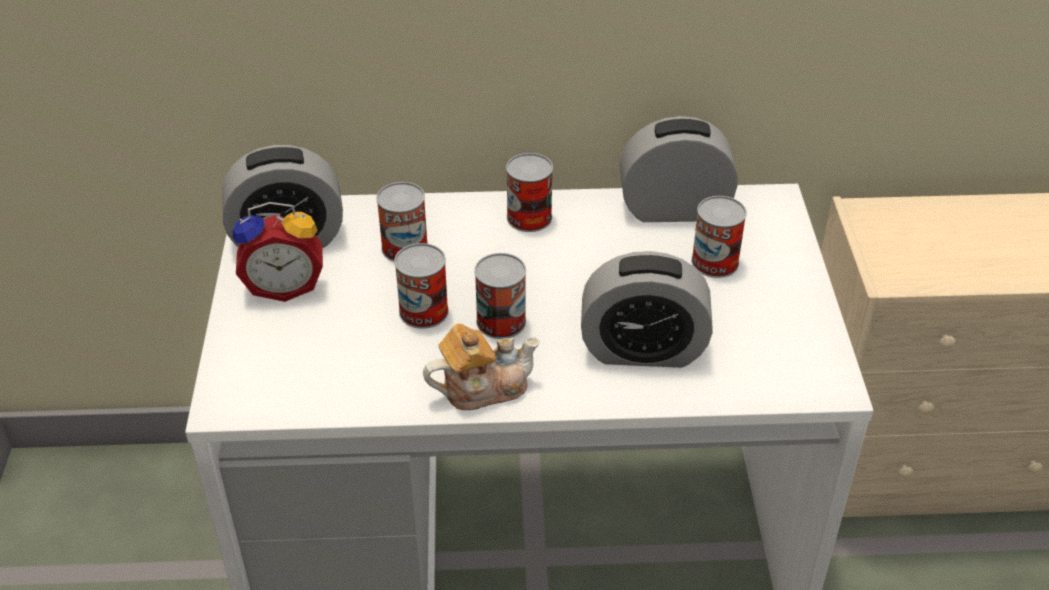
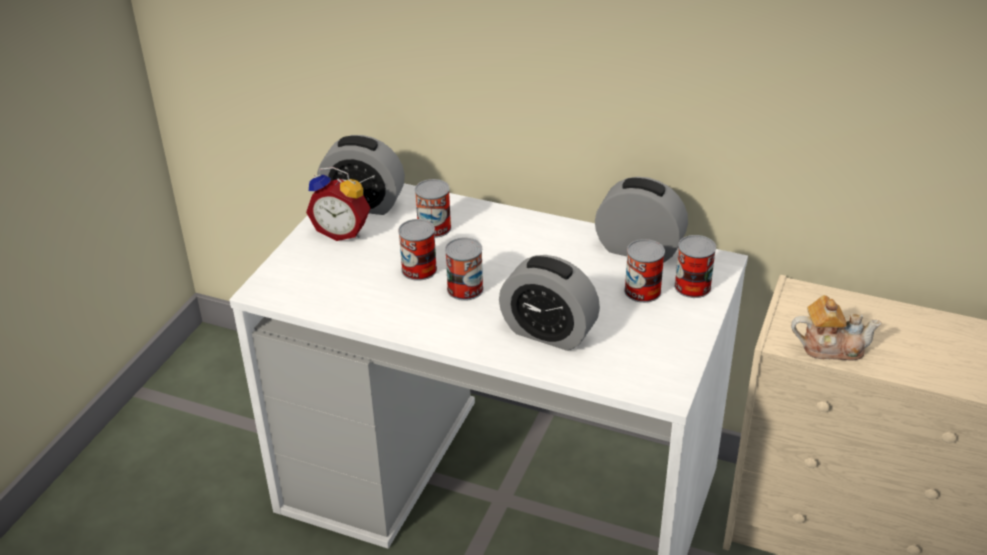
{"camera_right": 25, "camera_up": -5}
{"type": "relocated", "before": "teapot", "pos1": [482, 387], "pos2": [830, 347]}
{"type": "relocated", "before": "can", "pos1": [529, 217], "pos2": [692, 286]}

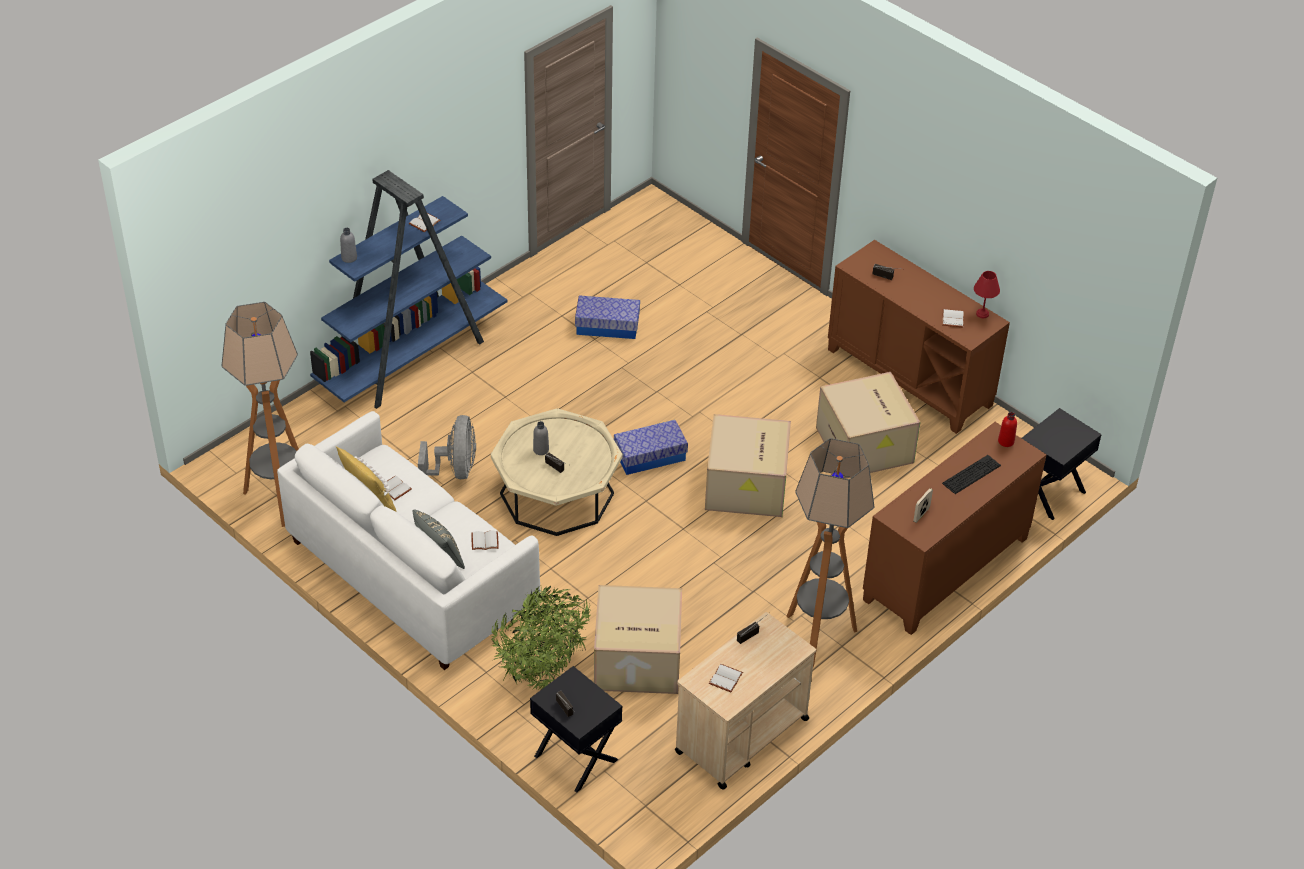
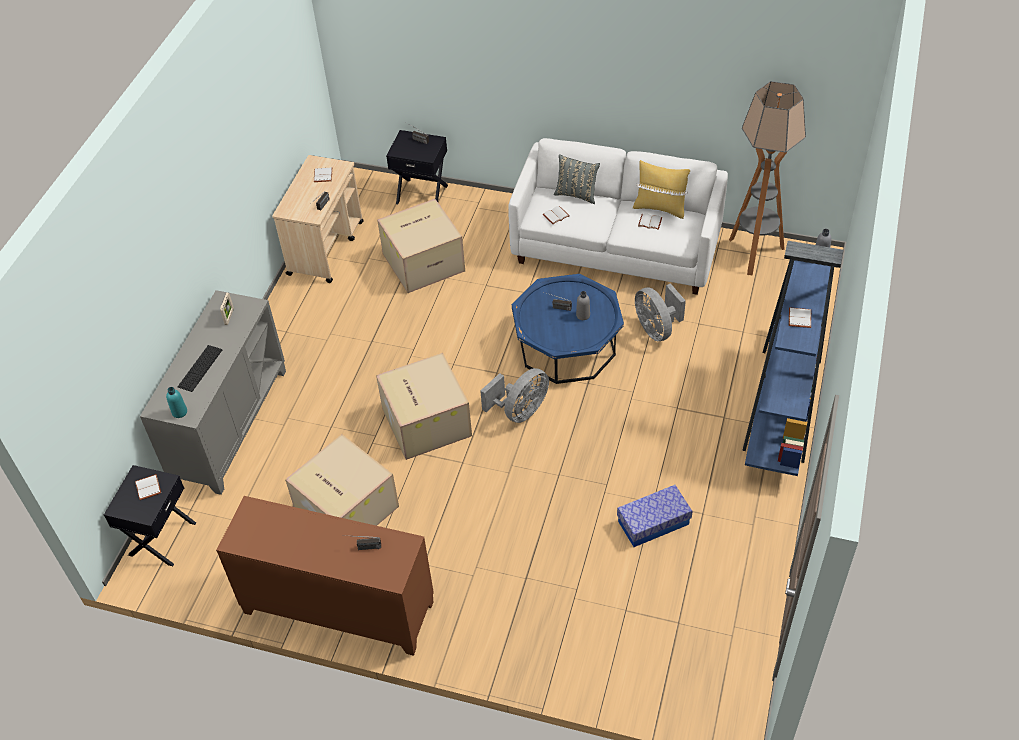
{"camera_right": 155, "camera_up": 5}
{"type": "missing", "before": "potted plant", "pos1": [542, 672]}
{"type": "colour", "before": "beige coffee table", "after": "blue coffee table", "pos1": [557, 494], "pos2": [567, 347]}
{"type": "exchanged", "before": "storage box", "after": "grey fan", "pos1": [650, 456], "pos2": [520, 411]}
{"type": "missing", "before": "floor lamp", "pos1": [818, 636]}
{"type": "colour", "before": "brown cabinet", "after": "grey cabinet", "pos1": [946, 569], "pos2": [229, 425]}
{"type": "relocated", "before": "white book", "pos1": [952, 318], "pos2": [149, 487]}
{"type": "missing", "before": "red table lamp", "pos1": [981, 314]}
{"type": "colour", "before": "red bottle", "after": "turquoise bottle", "pos1": [1006, 441], "pos2": [179, 412]}

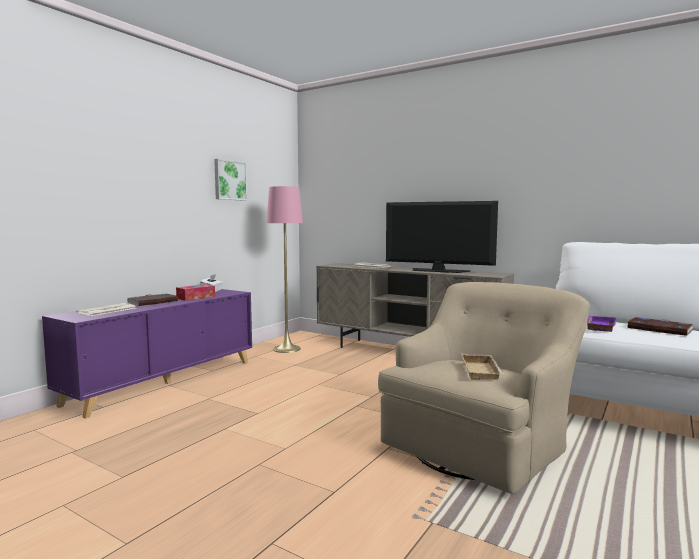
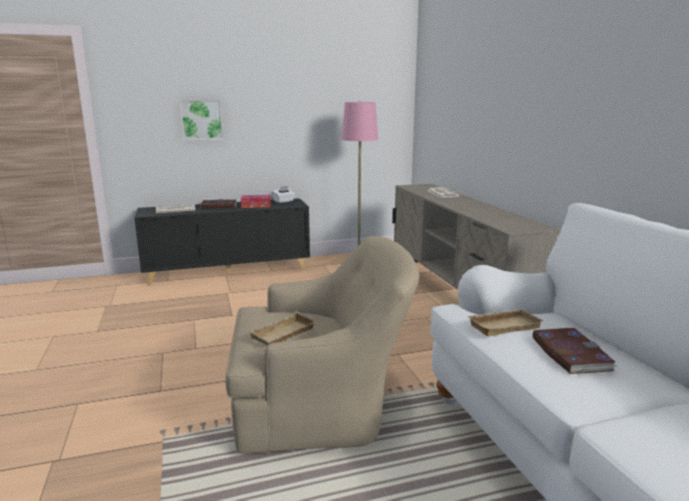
{"camera_right": 40, "camera_up": 10}
{"type": "colour", "before": "purple cabinet", "after": "black cabinet", "pos1": [165, 381], "pos2": [228, 271]}
{"type": "relocated", "before": "picture", "pos1": [229, 180], "pos2": [201, 119]}
{"type": "missing", "before": "television", "pos1": [438, 271]}
{"type": "colour", "before": "purple tray", "after": "beige tray", "pos1": [599, 326], "pos2": [503, 325]}

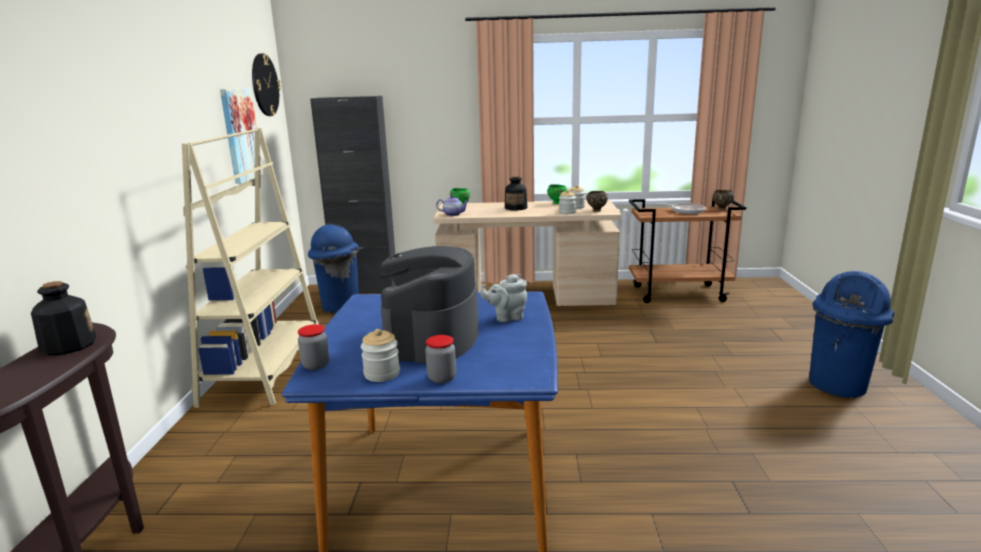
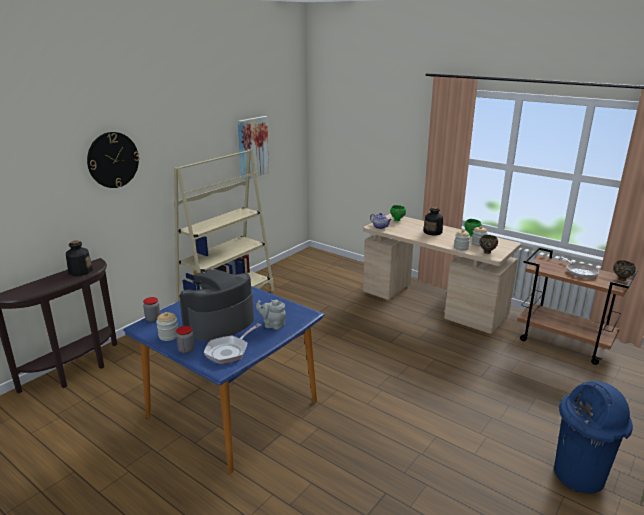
{"camera_right": 35, "camera_up": 5}
{"type": "relocated", "before": "wall clock", "pos1": [264, 85], "pos2": [113, 160]}
{"type": "missing", "before": "blue trash can", "pos1": [340, 306]}
{"type": "missing", "before": "black cabinet", "pos1": [366, 289]}
{"type": "appeared", "after": "frying pan", "pos2": [229, 351]}

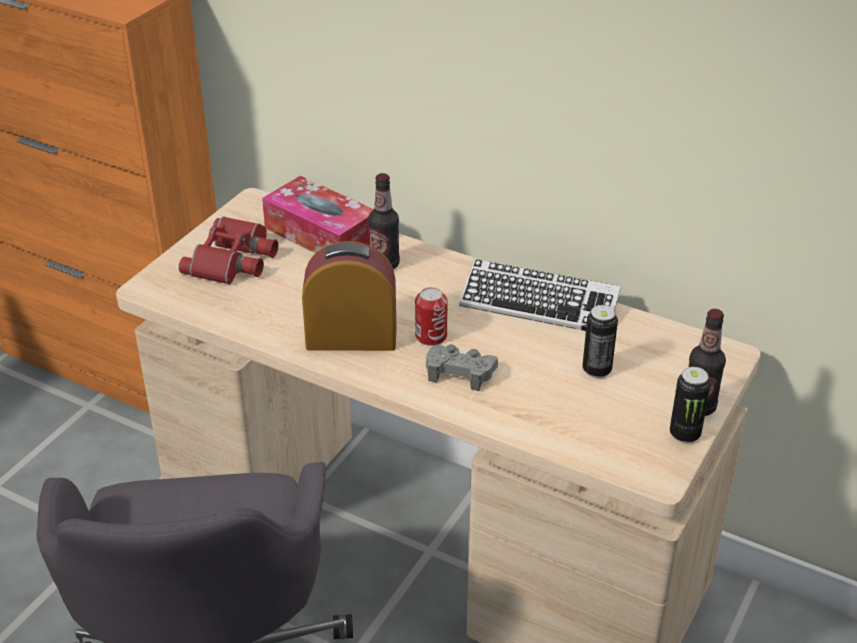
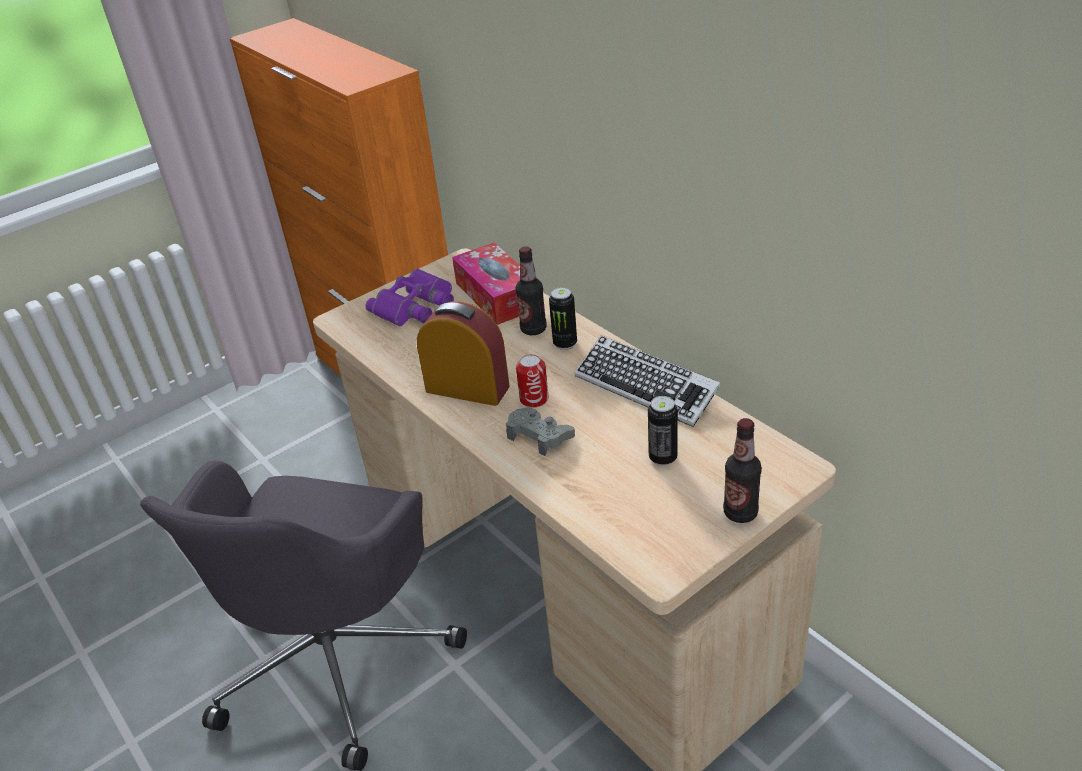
{"camera_right": 25, "camera_up": 0}
{"type": "colour", "before": "red binoculars", "after": "purple binoculars", "pos1": [234, 259], "pos2": [416, 306]}
{"type": "relocated", "before": "can", "pos1": [684, 434], "pos2": [565, 343]}

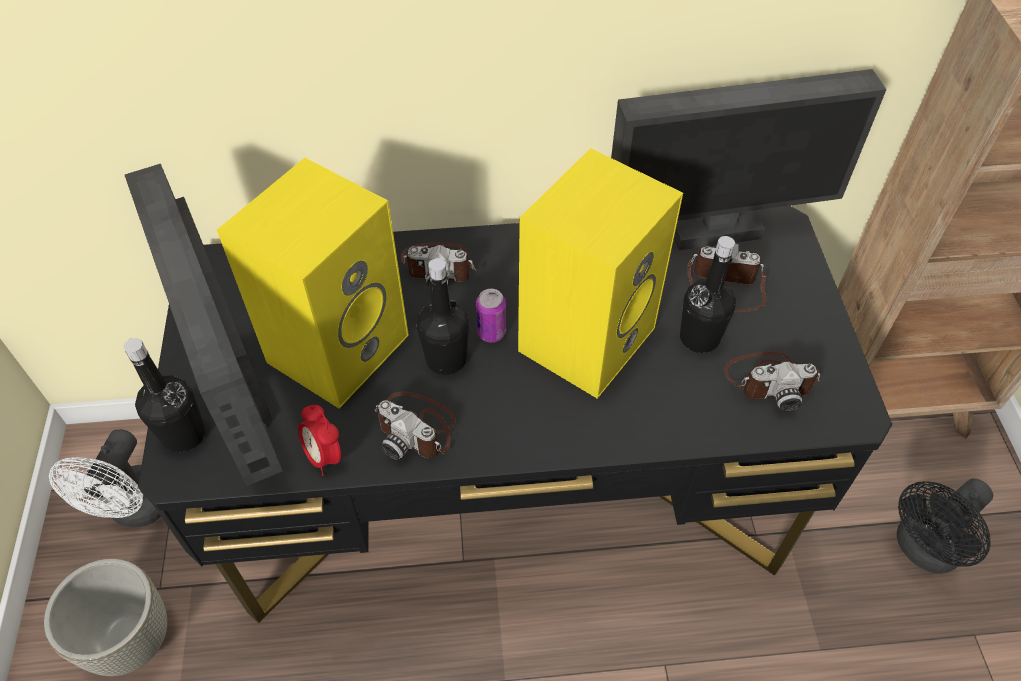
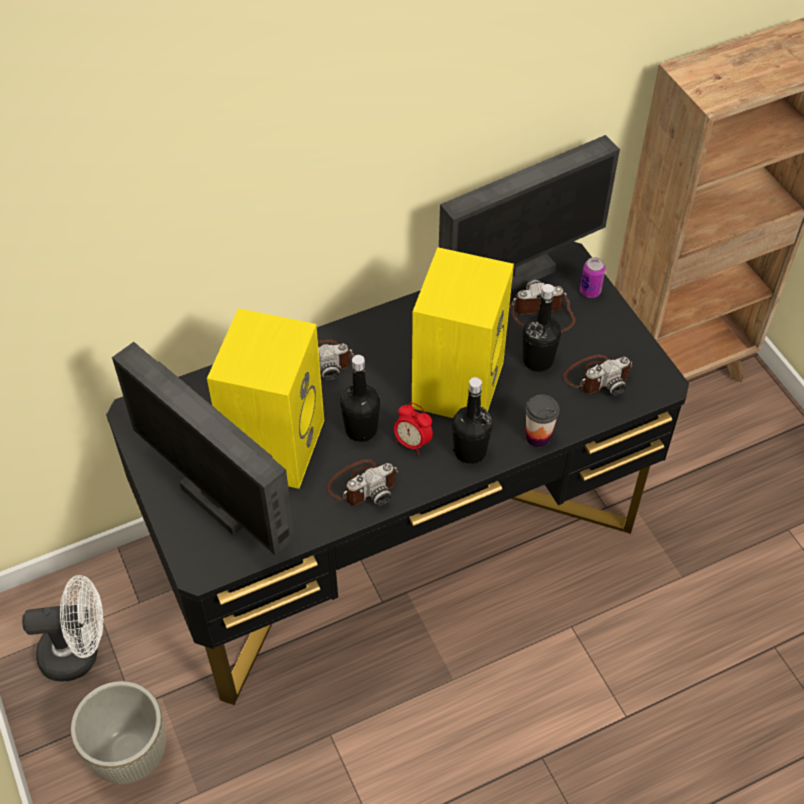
{"camera_right": -20, "camera_up": 0}
{"type": "spun", "before": "white fan", "pos1": [136, 509], "pos2": [79, 653], "turn": -90}
{"type": "relocated", "before": "black bottle", "pos1": [184, 435], "pos2": [470, 451]}
{"type": "relocated", "before": "alarm clock", "pos1": [324, 456], "pos2": [412, 443]}
{"type": "spun", "before": "photo camera", "pos1": [417, 428], "pos2": [363, 484], "turn": -45}
{"type": "relocated", "before": "can", "pos1": [491, 332], "pos2": [590, 291]}
{"type": "missing", "before": "black fan", "pos1": [922, 550]}
{"type": "appeared", "after": "cup", "pos2": [538, 437]}

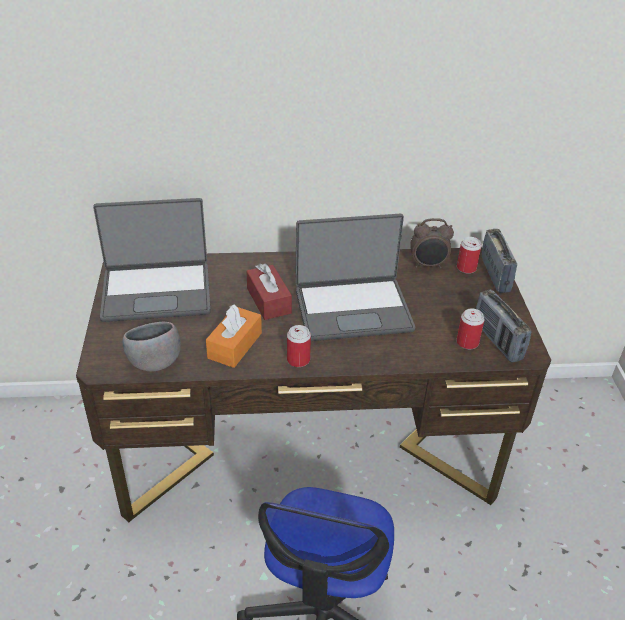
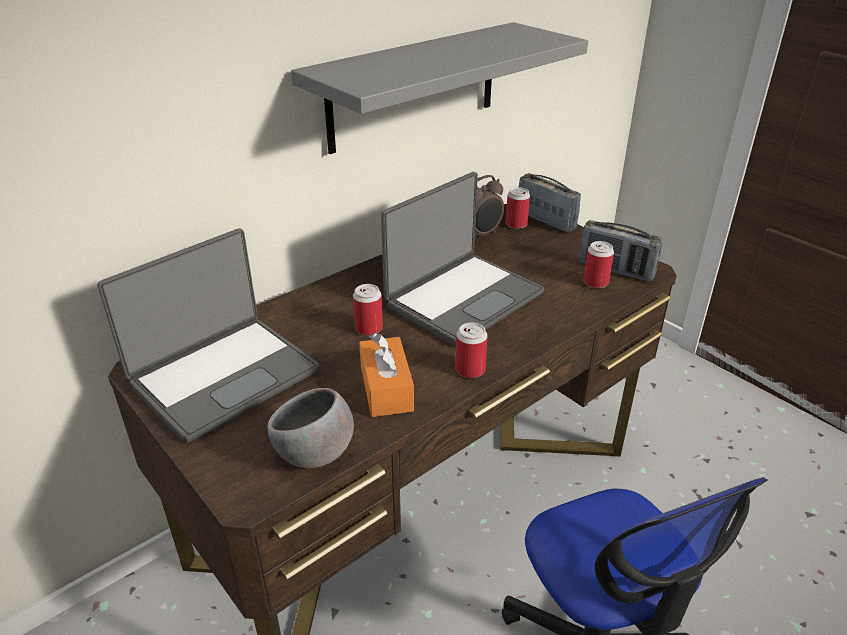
{"camera_right": -35, "camera_up": -5}
{"type": "exchanged", "before": "red tissue box", "after": "can", "pos1": [268, 301], "pos2": [368, 328]}
{"type": "appeared", "after": "grey shelf", "pos2": [414, 87]}

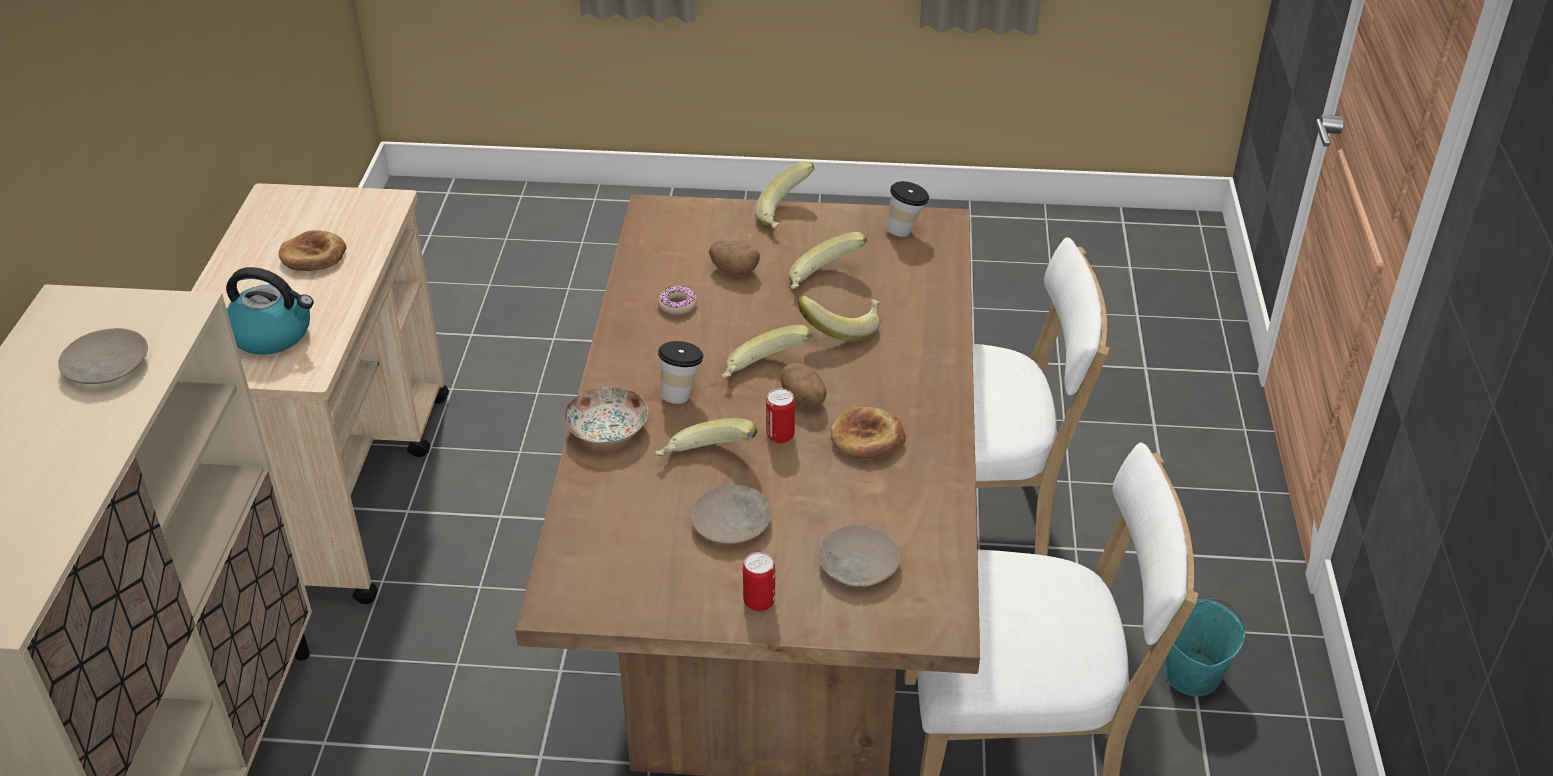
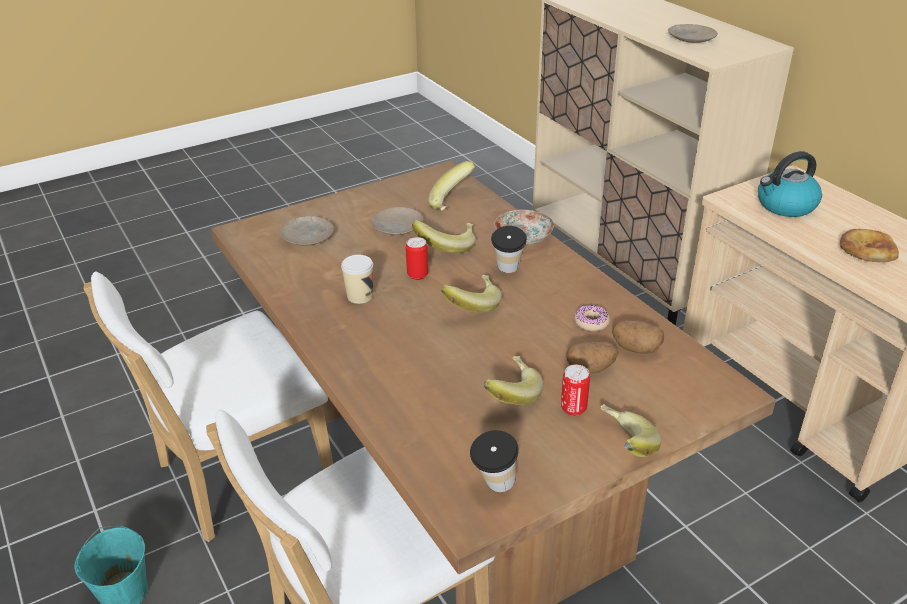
{"camera_right": 145, "camera_up": -5}
{"type": "relocated", "before": "can", "pos1": [759, 602], "pos2": [573, 408]}
{"type": "relocated", "before": "potato", "pos1": [804, 400], "pos2": [635, 348]}
{"type": "relocated", "before": "banana", "pos1": [841, 328], "pos2": [453, 203]}
{"type": "exchanged", "before": "bread", "after": "cup", "pos1": [867, 438], "pos2": [360, 296]}

